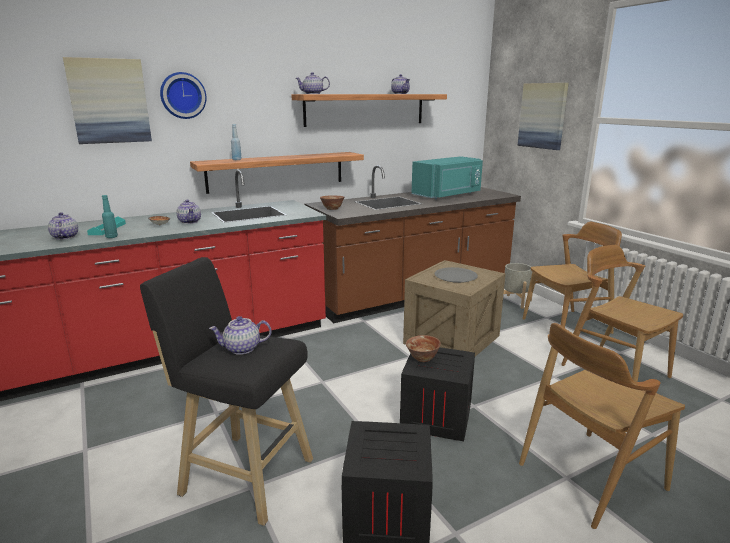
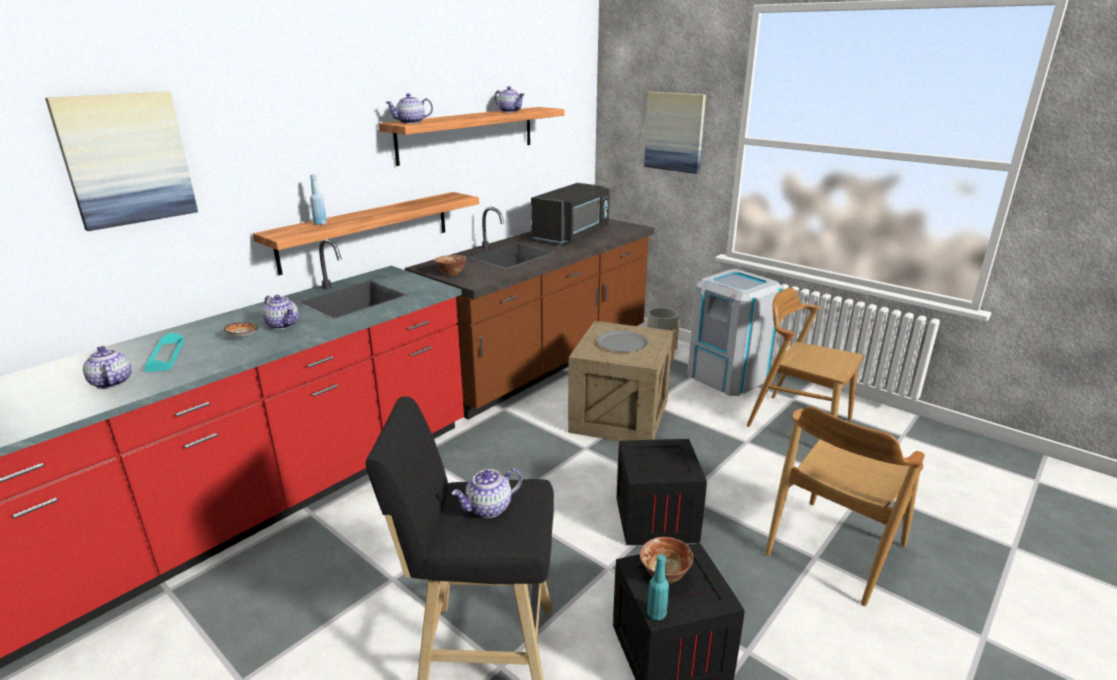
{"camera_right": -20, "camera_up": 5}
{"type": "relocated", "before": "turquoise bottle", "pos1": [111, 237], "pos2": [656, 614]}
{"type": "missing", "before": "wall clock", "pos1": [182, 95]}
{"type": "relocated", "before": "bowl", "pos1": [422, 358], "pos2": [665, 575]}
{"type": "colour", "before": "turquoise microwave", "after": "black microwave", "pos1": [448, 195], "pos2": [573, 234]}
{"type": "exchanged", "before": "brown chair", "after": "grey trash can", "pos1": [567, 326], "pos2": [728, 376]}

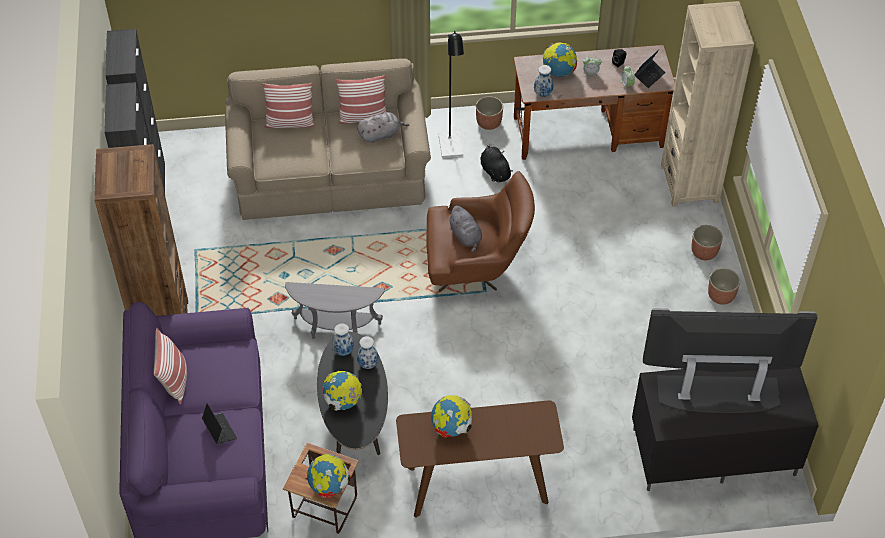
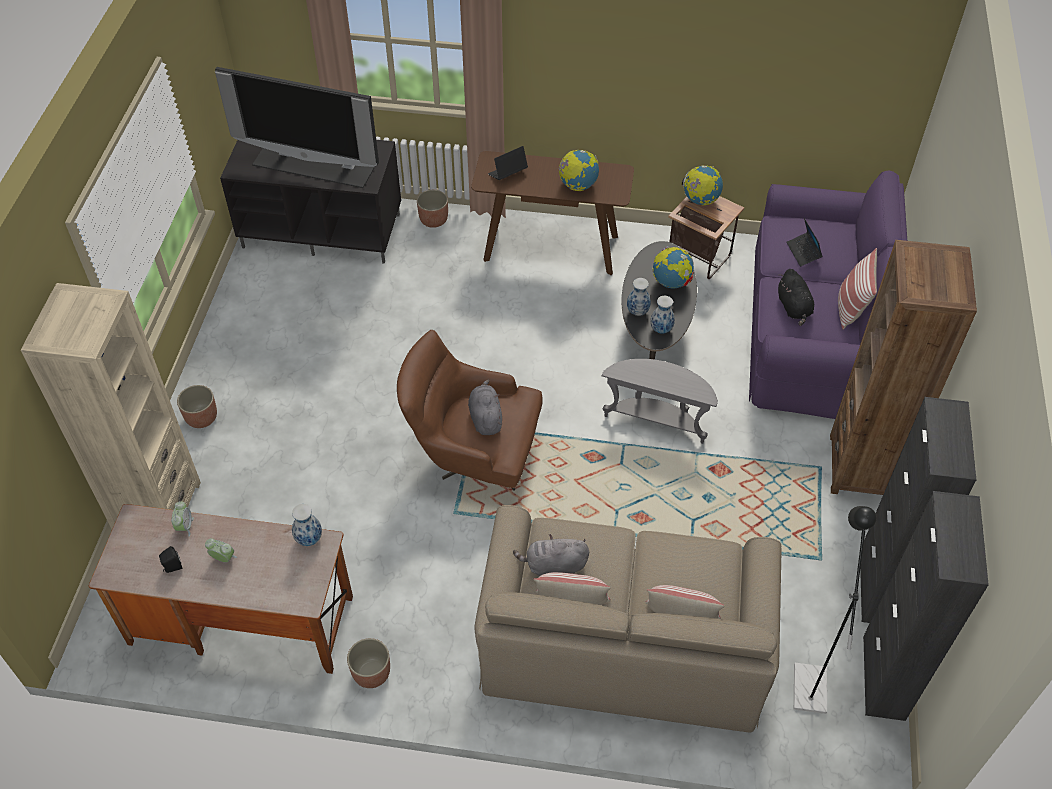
{"camera_right": -165, "camera_up": 0}
{"type": "relocated", "before": "black floor lamp", "pos1": [451, 150], "pos2": [809, 679]}
{"type": "relocated", "before": "black plush toy", "pos1": [494, 171], "pos2": [794, 308]}
{"type": "missing", "before": "globe", "pos1": [559, 72]}
{"type": "relocated", "before": "laptop", "pos1": [649, 76], "pos2": [507, 173]}
{"type": "relocated", "before": "planter", "pos1": [721, 295], "pos2": [433, 220]}

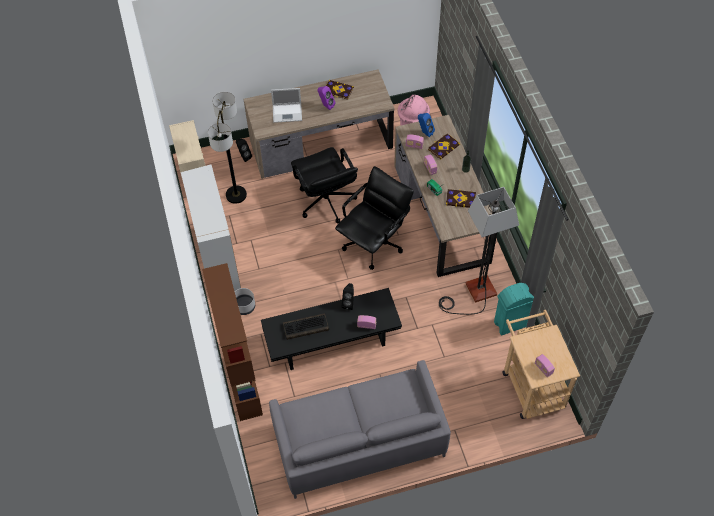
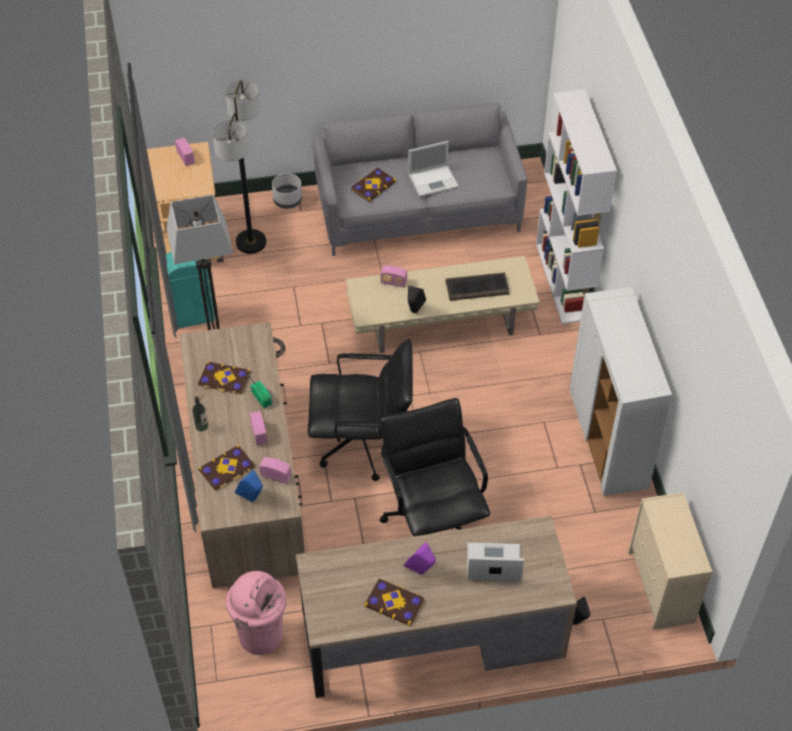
{"camera_right": -175, "camera_up": -5}
{"type": "colour", "before": "brown bookcase", "after": "white bookcase", "pos1": [241, 381], "pos2": [564, 281]}
{"type": "relocated", "before": "floor lamp", "pos1": [236, 195], "pos2": [251, 242]}
{"type": "relocated", "before": "grey planter", "pos1": [244, 306], "pos2": [288, 200]}
{"type": "colour", "before": "black coffee table", "after": "beige coffee table", "pos1": [331, 338], "pos2": [441, 320]}
{"type": "spun", "before": "black office chair", "pos1": [374, 243], "pos2": [363, 444], "turn": -135}
{"type": "appeared", "after": "book", "pos2": [373, 185]}
{"type": "appeared", "after": "laptop", "pos2": [434, 180]}

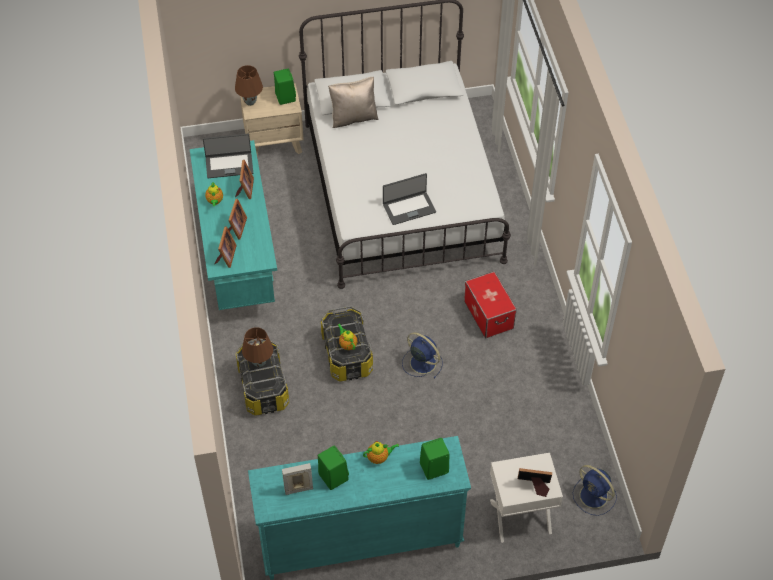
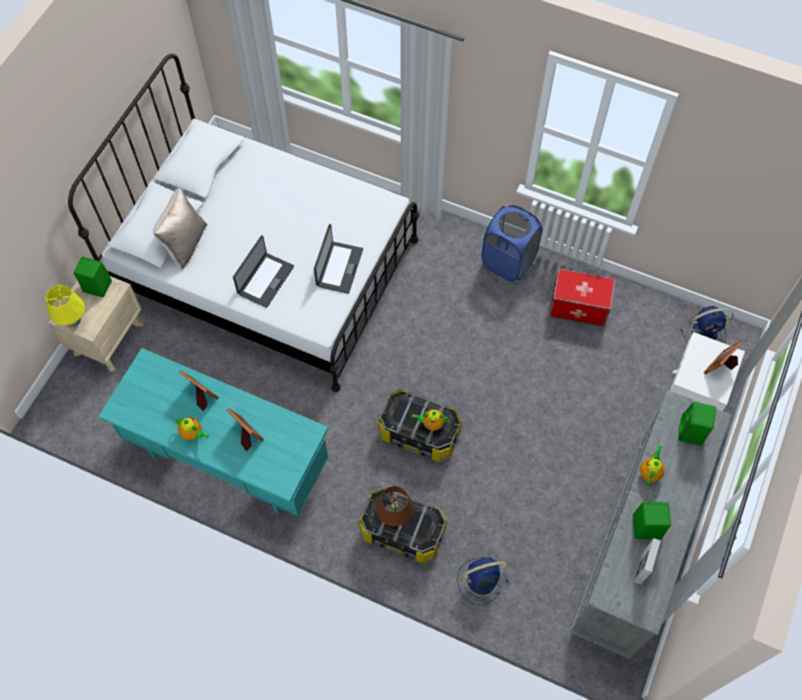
{"camera_right": -55, "camera_up": 10}
{"type": "relocated", "before": "laptop", "pos1": [229, 165], "pos2": [265, 280]}
{"type": "missing", "before": "picture frame", "pos1": [226, 256]}
{"type": "colour", "before": "brown table lamp", "after": "yellow table lamp", "pos1": [250, 102], "pos2": [74, 321]}
{"type": "colour", "before": "turquoise dresser", "after": "grey dresser", "pos1": [360, 540], "pos2": [632, 549]}
{"type": "relocated", "before": "blue fan", "pos1": [422, 362], "pos2": [480, 580]}
{"type": "relocated", "before": "storage box", "pos1": [489, 314], "pos2": [579, 306]}
{"type": "appeared", "after": "blue laundry basket", "pos2": [508, 261]}

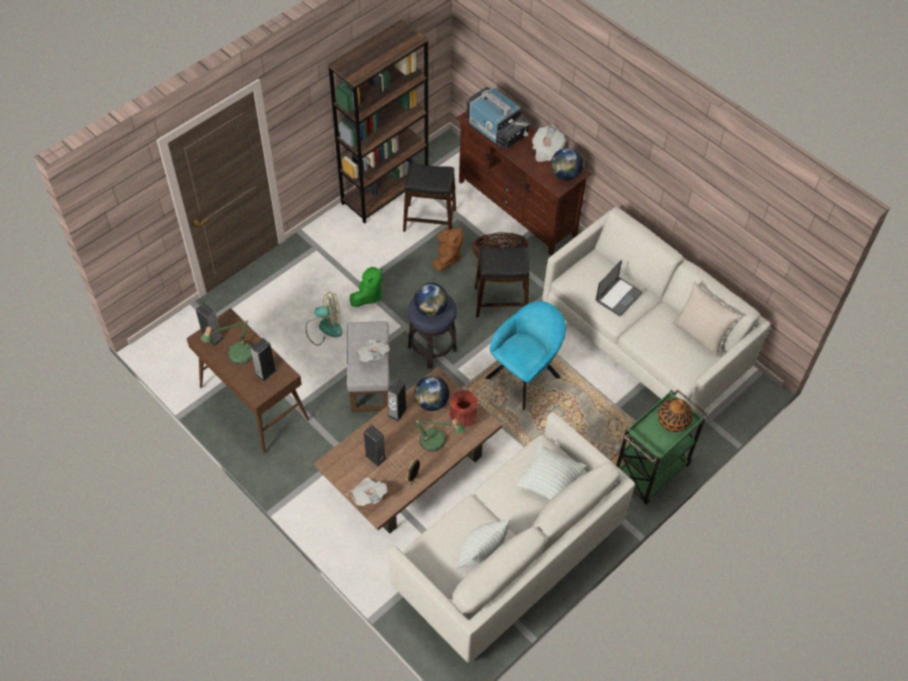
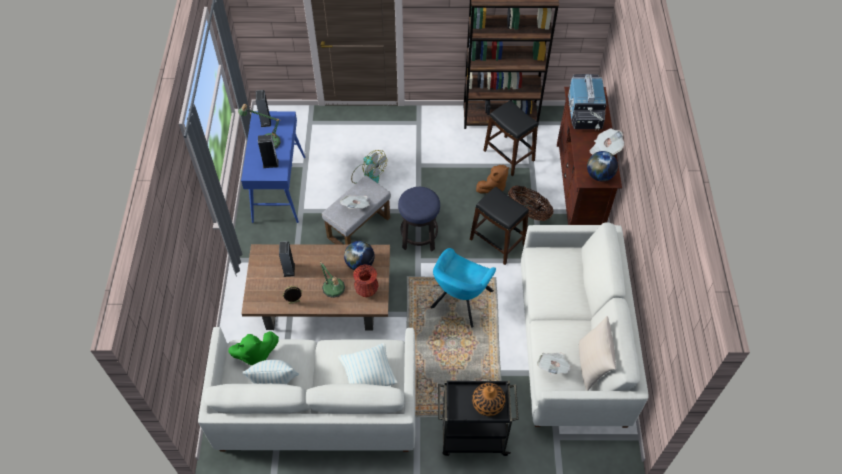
{"camera_right": 45, "camera_up": 0}
{"type": "colour", "before": "brown console table", "after": "blue console table", "pos1": [253, 403], "pos2": [279, 188]}
{"type": "relocated", "before": "green plush toy", "pos1": [368, 295], "pos2": [255, 355]}
{"type": "relocated", "before": "newspaper", "pos1": [369, 496], "pos2": [553, 366]}
{"type": "missing", "before": "speaker", "pos1": [397, 411]}
{"type": "missing", "before": "globe", "pos1": [430, 309]}
{"type": "spun", "before": "turquoise armchair", "pos1": [525, 375], "pos2": [460, 302], "turn": 120}
{"type": "missing", "before": "laptop", "pos1": [619, 296]}
{"type": "colour", "before": "green cart", "after": "black cart", "pos1": [650, 472], "pos2": [472, 436]}

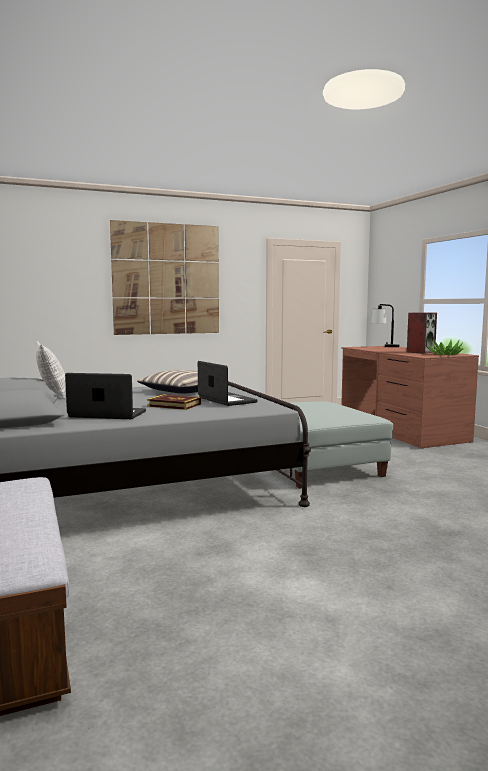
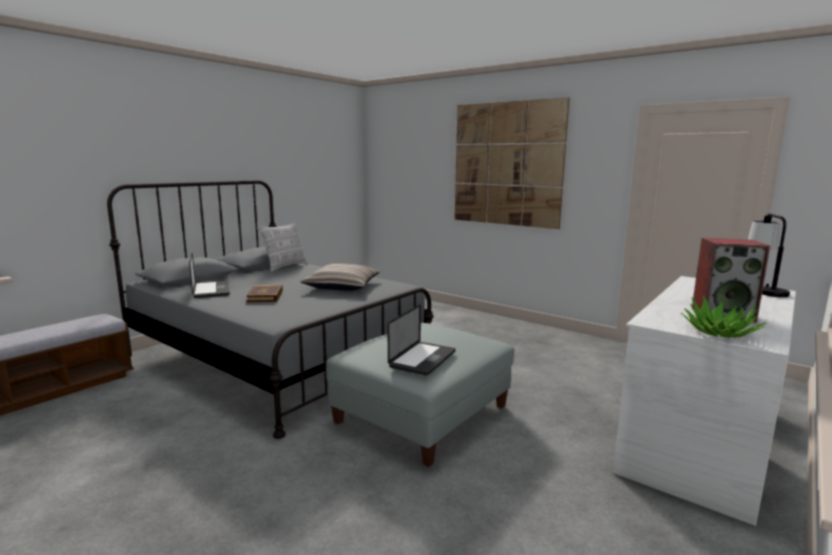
{"camera_right": 60, "camera_up": 5}
{"type": "relocated", "before": "laptop", "pos1": [227, 400], "pos2": [423, 359]}
{"type": "colour", "before": "brown desk", "after": "white desk", "pos1": [401, 430], "pos2": [700, 439]}

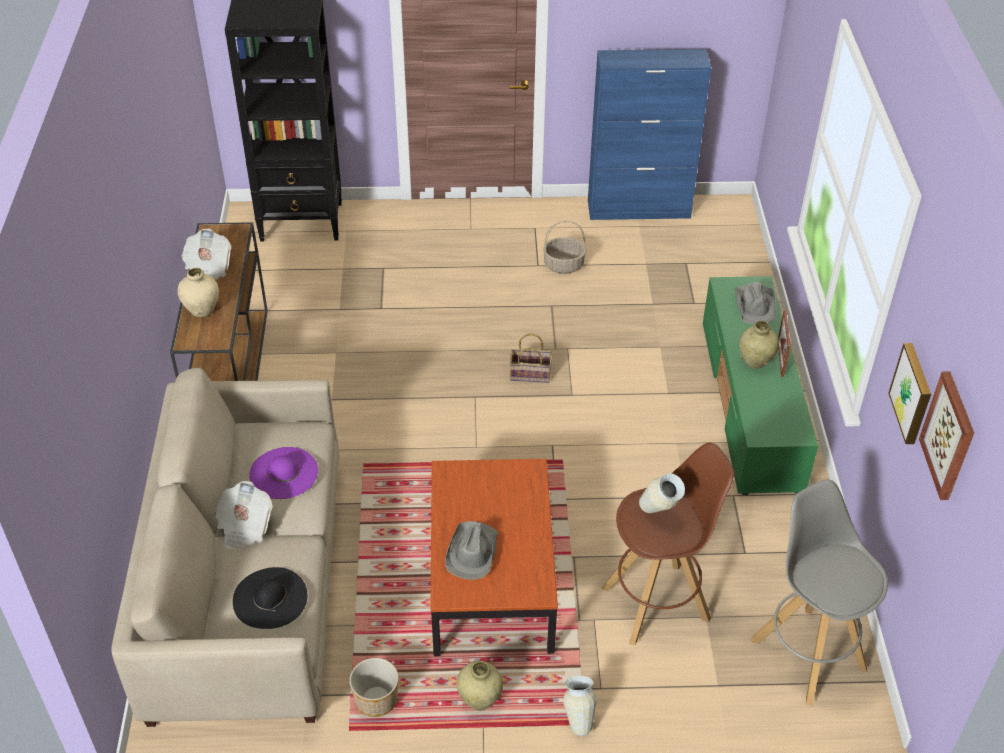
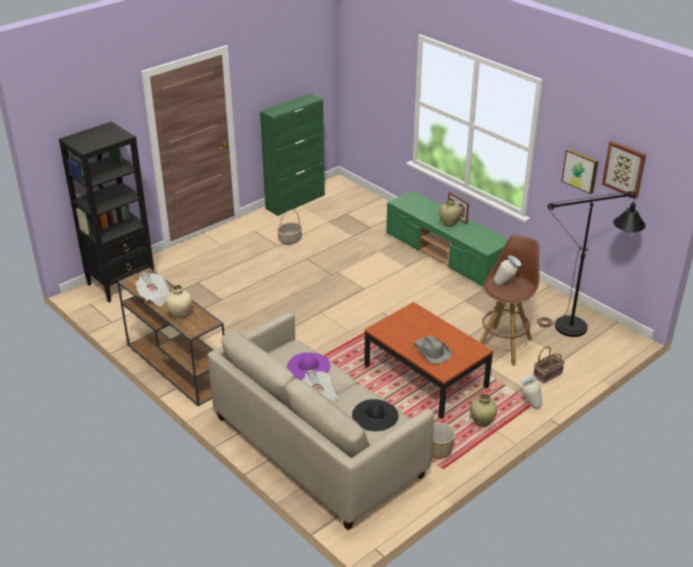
{"camera_right": -40, "camera_up": -10}
{"type": "relocated", "before": "basket", "pos1": [531, 374], "pos2": [547, 374]}
{"type": "colour", "before": "blue cabinet", "after": "green cabinet", "pos1": [639, 209], "pos2": [295, 201]}
{"type": "missing", "before": "grey hat", "pos1": [755, 305]}
{"type": "exchanged", "before": "grey stool", "after": "black floor lamp", "pos1": [807, 653], "pos2": [580, 329]}

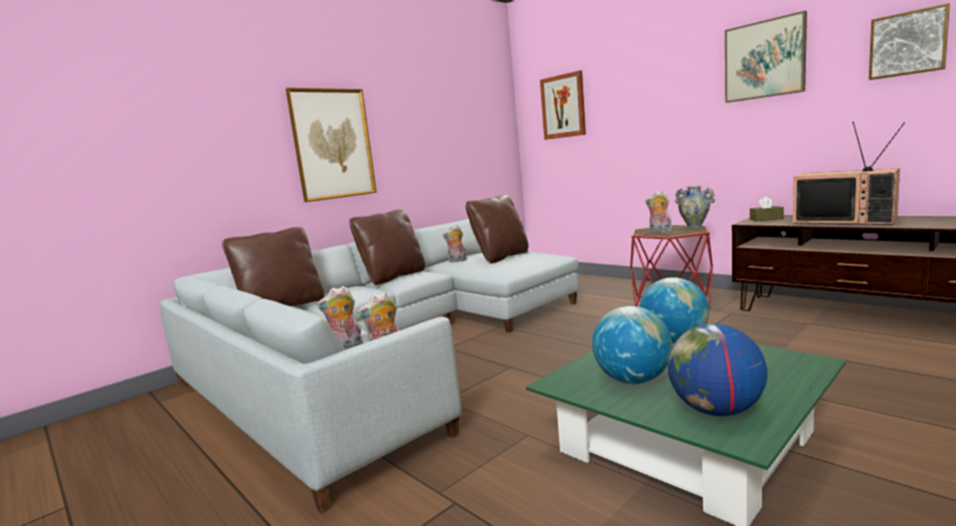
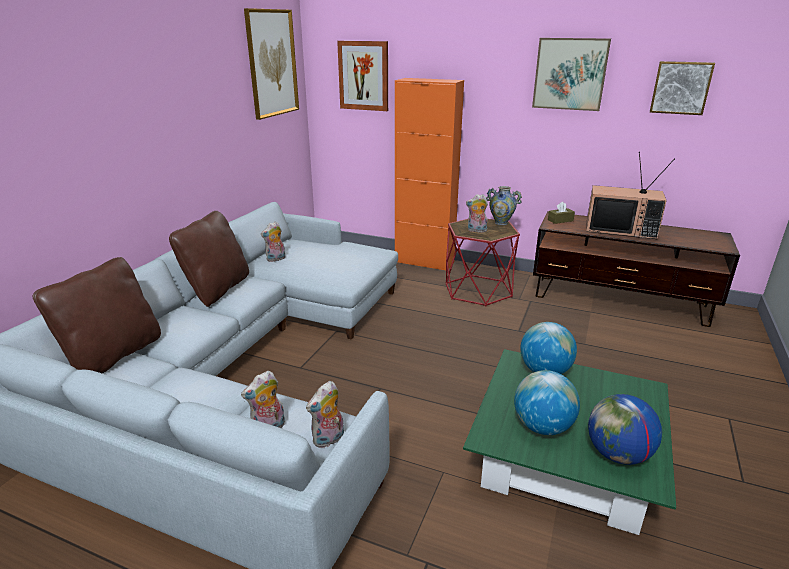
{"camera_right": -25, "camera_up": 15}
{"type": "relocated", "before": "picture", "pos1": [332, 144], "pos2": [272, 63]}
{"type": "missing", "before": "brown pillow", "pos1": [501, 257]}
{"type": "appeared", "after": "orange cabinet", "pos2": [424, 262]}

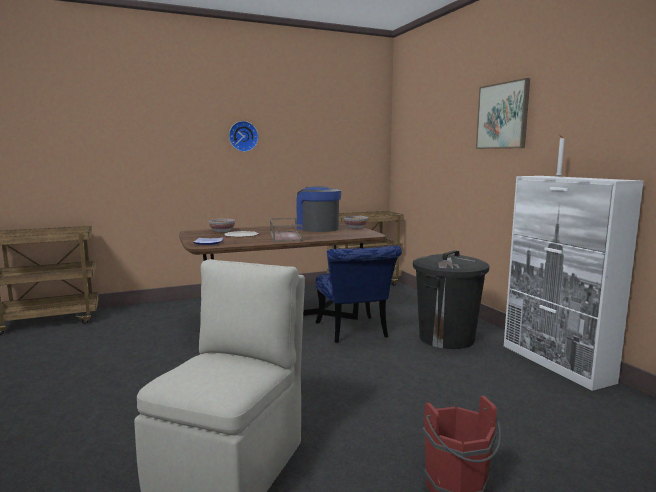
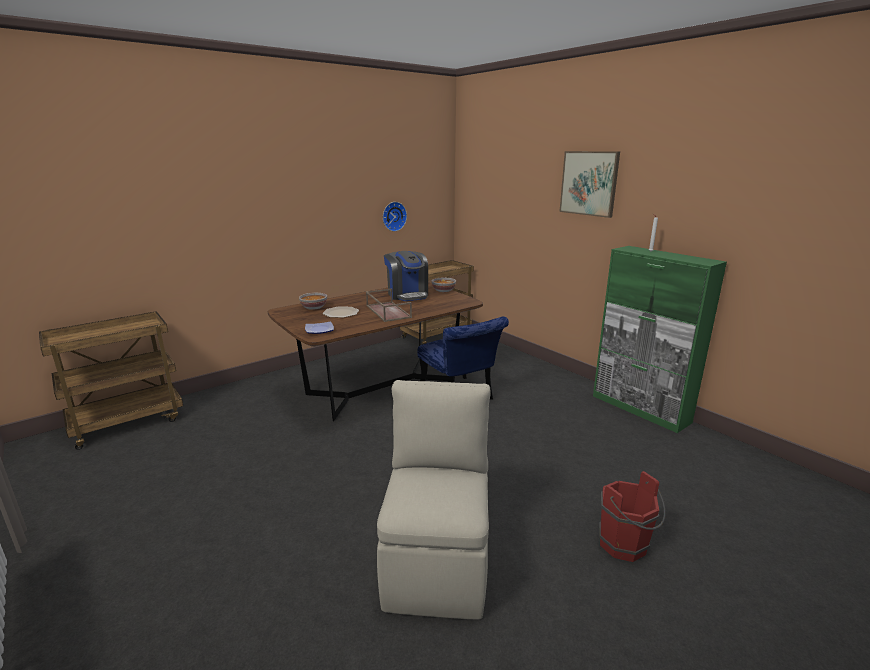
{"camera_right": -15, "camera_up": 10}
{"type": "relocated", "before": "wall clock", "pos1": [243, 136], "pos2": [393, 216]}
{"type": "spun", "before": "coffee machine", "pos1": [317, 228], "pos2": [407, 295], "turn": -150}
{"type": "missing", "before": "black trash can", "pos1": [447, 338]}
{"type": "colour", "before": "white cabinet", "after": "green cabinet", "pos1": [556, 363], "pos2": [640, 409]}

